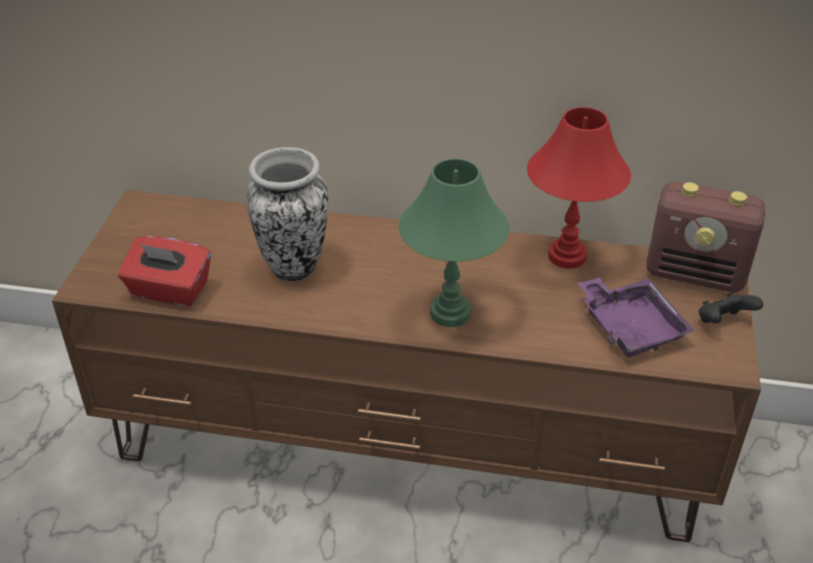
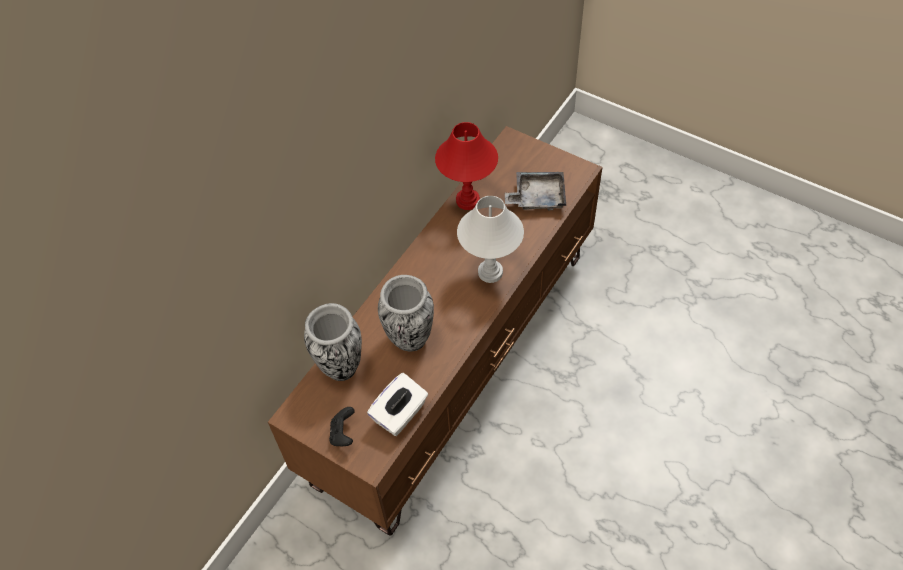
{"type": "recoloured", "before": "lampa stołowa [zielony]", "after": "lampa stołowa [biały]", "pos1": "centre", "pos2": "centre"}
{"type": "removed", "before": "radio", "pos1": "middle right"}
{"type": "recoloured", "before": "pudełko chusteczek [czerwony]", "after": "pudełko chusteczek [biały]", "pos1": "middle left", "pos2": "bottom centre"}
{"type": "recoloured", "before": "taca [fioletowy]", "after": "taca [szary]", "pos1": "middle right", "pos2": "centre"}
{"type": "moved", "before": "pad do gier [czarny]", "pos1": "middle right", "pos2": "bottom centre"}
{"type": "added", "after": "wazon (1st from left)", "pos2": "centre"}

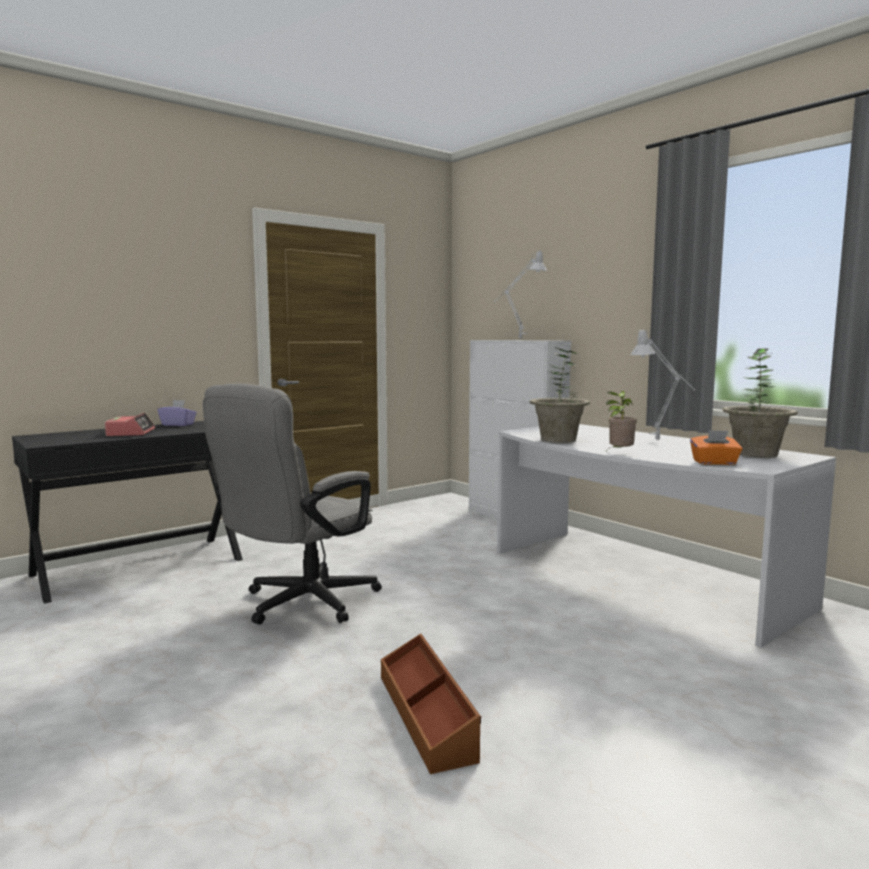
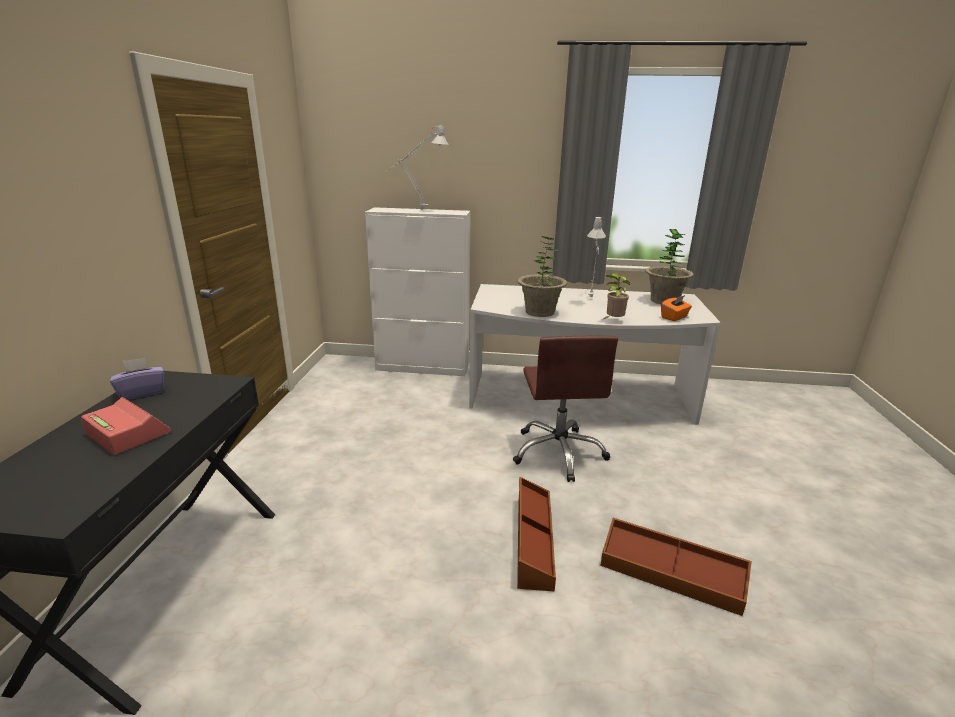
{"type": "removed", "before": "krzesło biurowe [szary]", "pos1": "centre"}
{"type": "added", "after": "krzesło biurowe [brązowy]", "pos2": "centre"}
{"type": "added", "after": "pojemnik do przechowywania [brązowy] (1st from left)", "pos2": "bottom centre"}

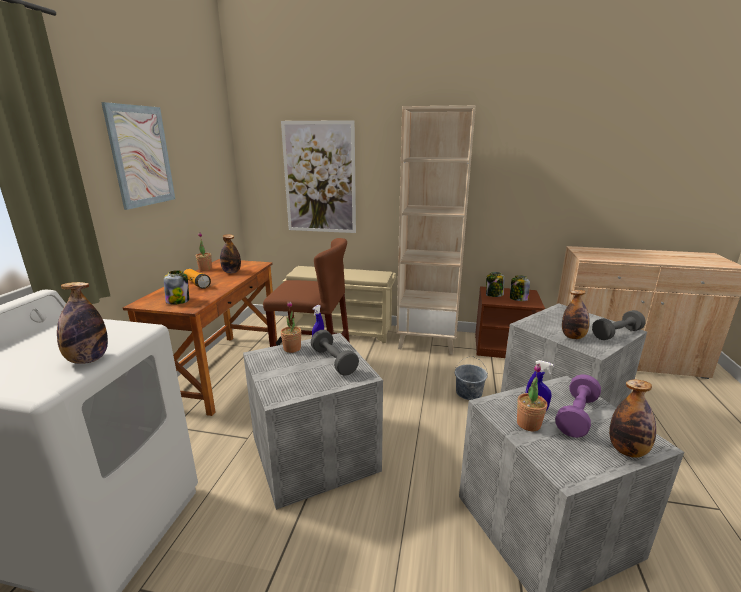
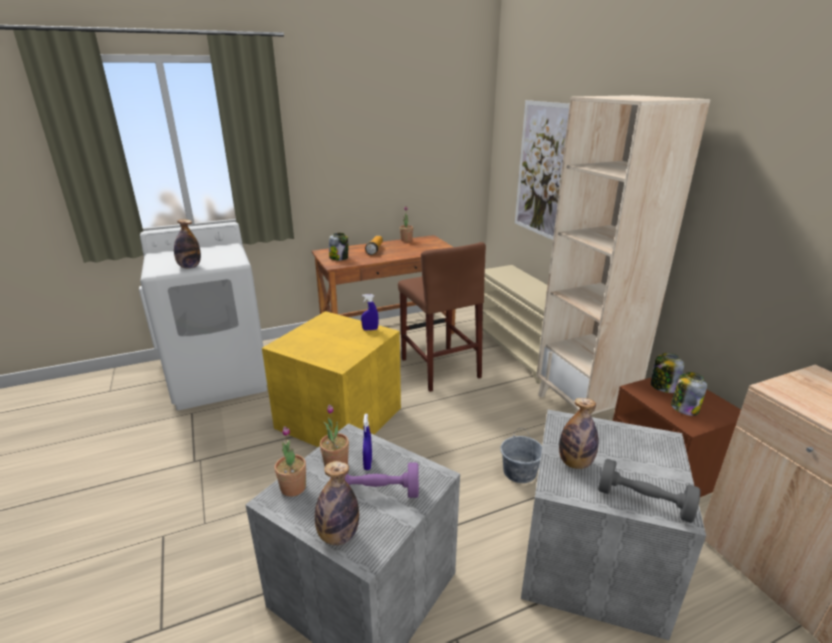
{"type": "removed", "before": "obraz (1st from left)", "pos1": "top left"}
{"type": "removed", "before": "butelka (2nd from left)", "pos1": "middle left"}
{"type": "moved", "before": "roślina doniczkowa (2nd from left in the first image)", "after": "roślina doniczkowa (1st from left)", "pos1": "centre", "pos2": "bottom centre"}
{"type": "removed", "before": "hantel [szary] (1st from left)", "pos1": "centre"}
{"type": "recoloured", "before": "pojemnik do przechowywania [szary] (1st from left)", "after": "pojemnik do przechowywania [żółty]", "pos1": "bottom centre", "pos2": "centre"}

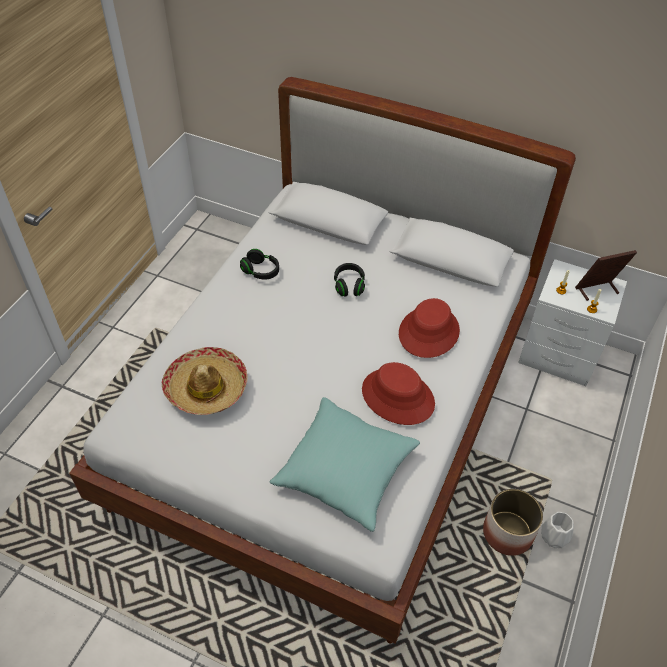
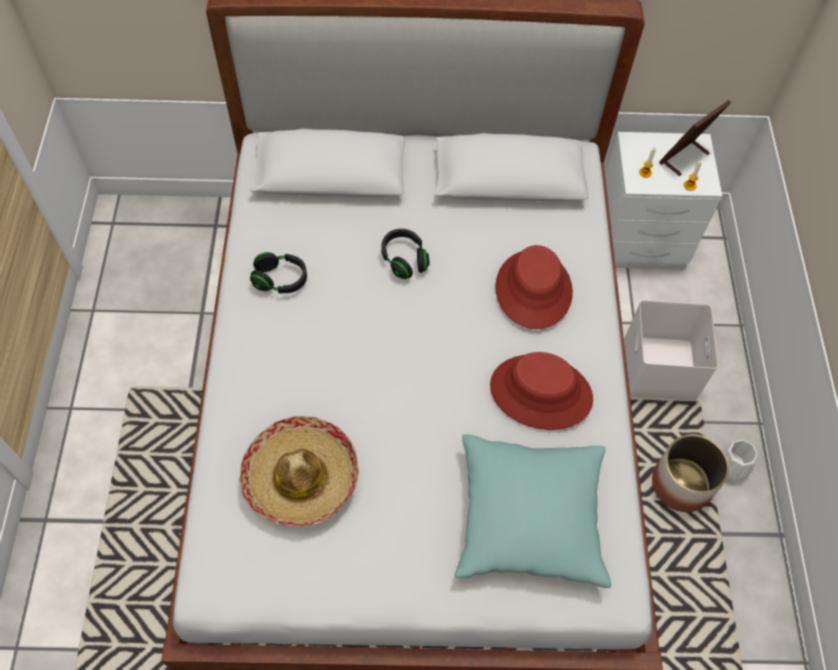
{"type": "added", "after": "pojemnik do przechowywania [biały]", "pos2": "middle right"}

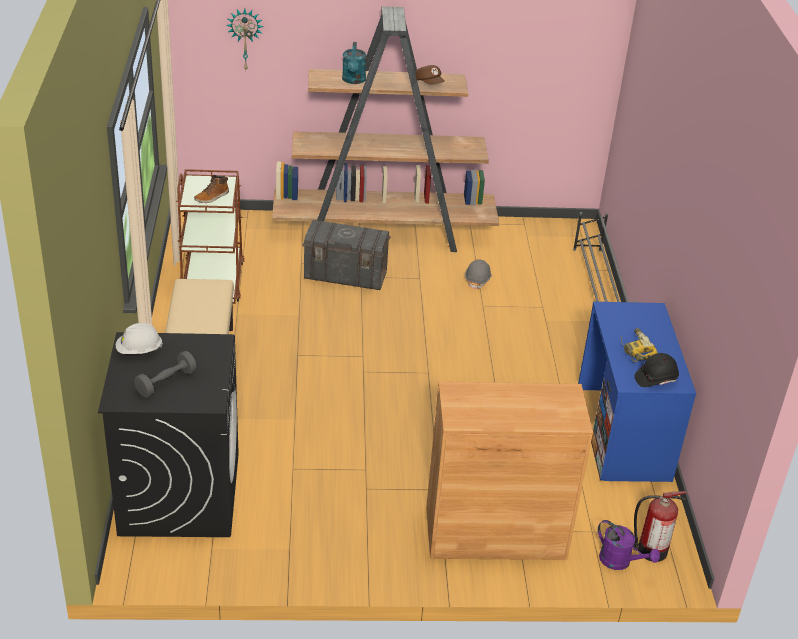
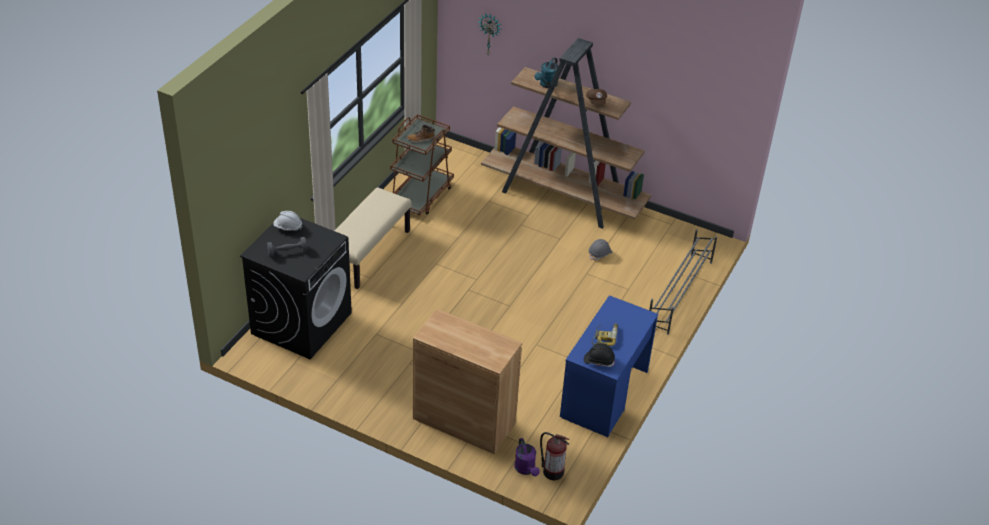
{"type": "removed", "before": "pojemnik do przechowywania [szary]", "pos1": "centre"}

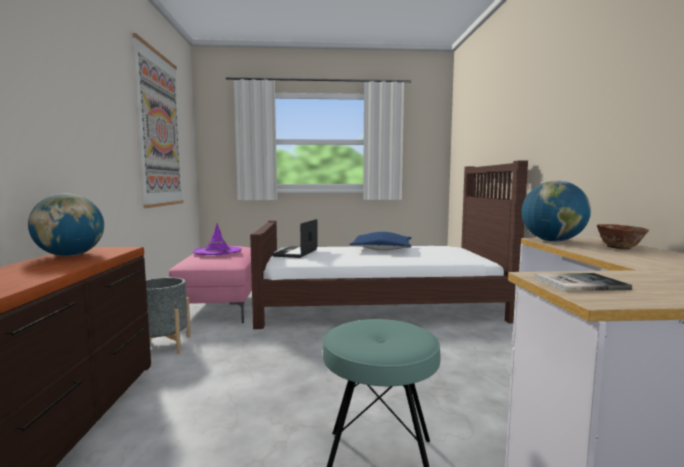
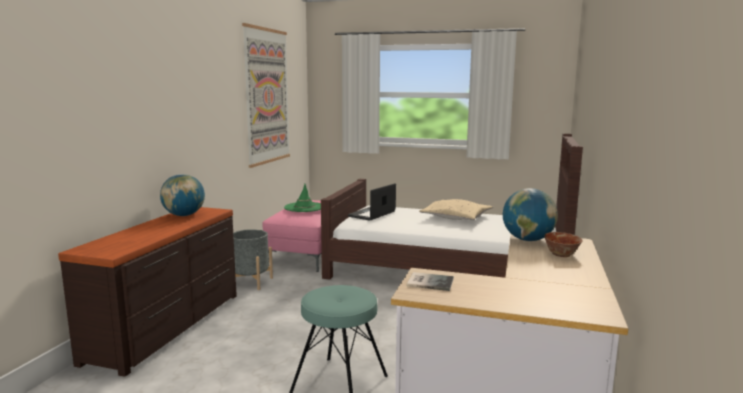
{"type": "recoloured", "before": "kapelusz [fioletowy]", "after": "kapelusz [zielony]", "pos1": "middle left", "pos2": "centre"}
{"type": "recoloured", "before": "poduszka [niebieski]", "after": "poduszka [beżowy]", "pos1": "centre", "pos2": "centre"}

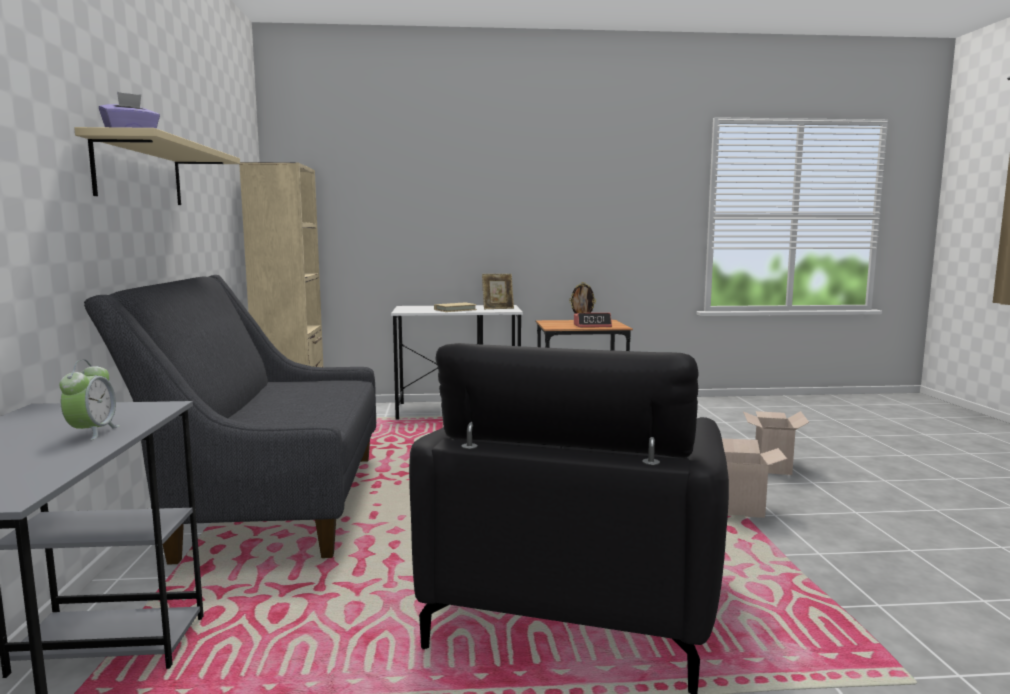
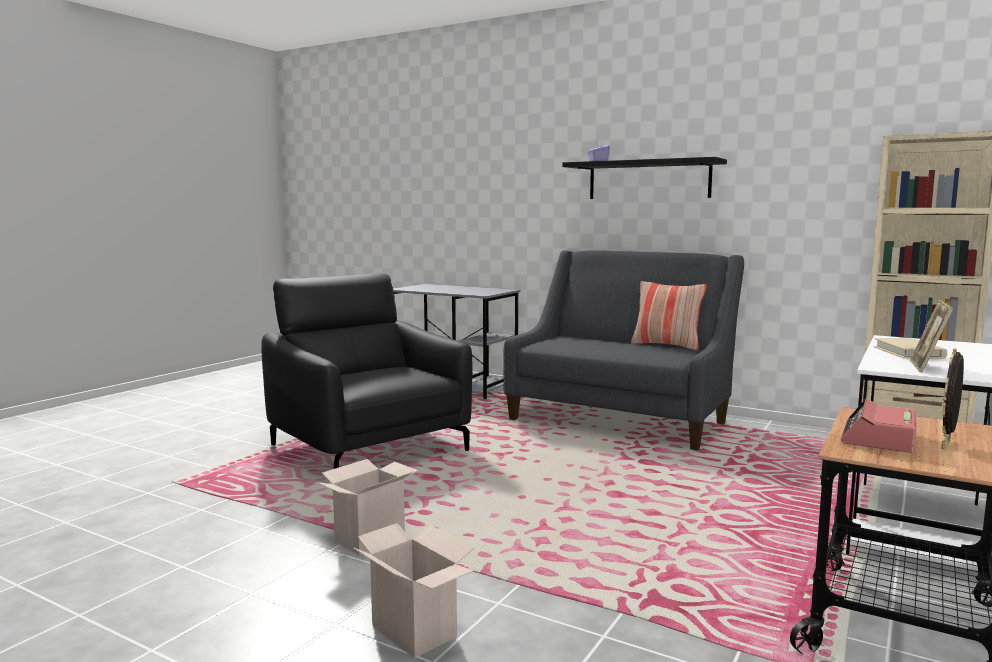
{"type": "recoloured", "before": "półka [beżowy]", "after": "półka [czarny]", "pos1": "top left", "pos2": "top centre"}
{"type": "removed", "before": "budzik (1st from left)", "pos1": "middle left"}
{"type": "added", "after": "poduszka", "pos2": "middle right"}

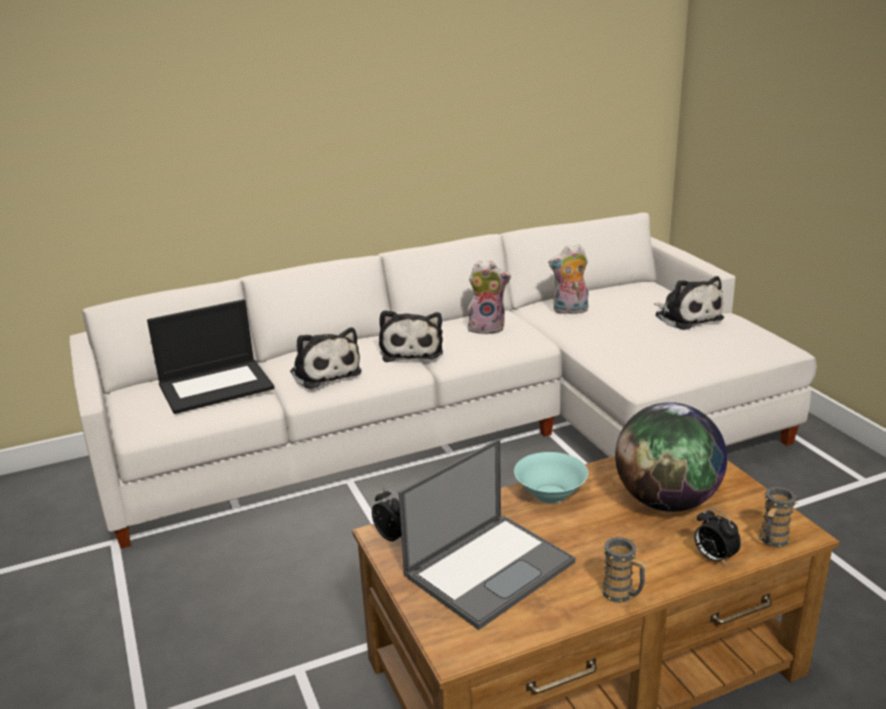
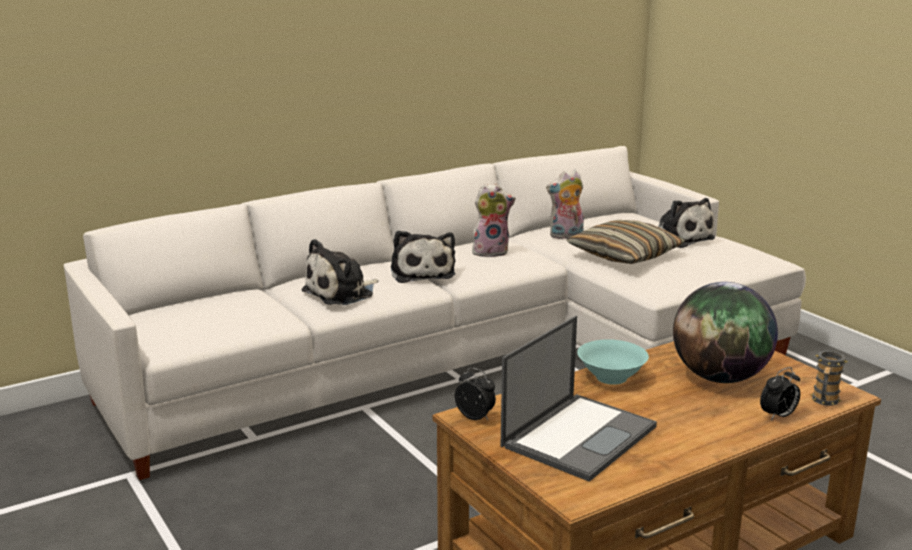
{"type": "removed", "before": "laptop (1st from left)", "pos1": "middle left"}
{"type": "turned", "before": "pluszak (1st from left)", "pos1": "centre", "pos2": "centre", "turn": 90}
{"type": "turned", "before": "budzik (2nd from left)", "pos1": "bottom right", "pos2": "bottom right", "turn": -75}
{"type": "removed", "before": "kubek (1st from left)", "pos1": "bottom right"}
{"type": "added", "after": "poduszka", "pos2": "middle right"}

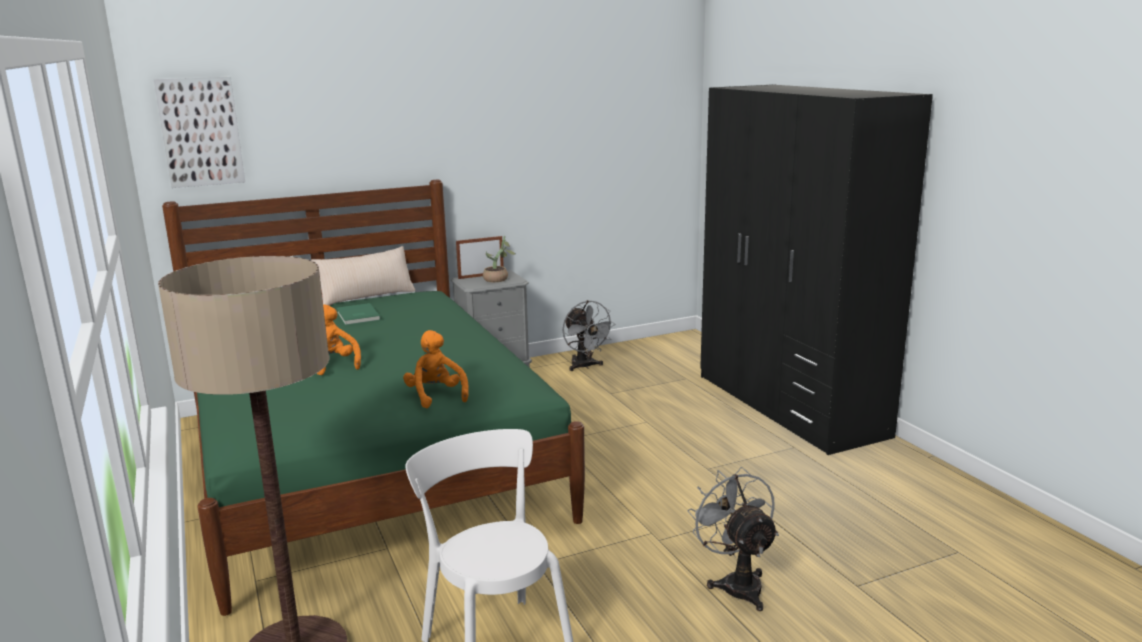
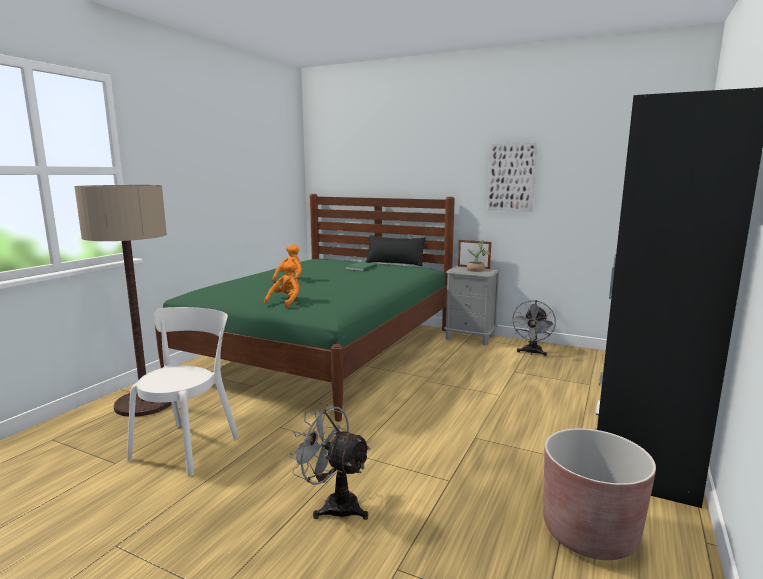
{"type": "moved", "before": "obraz", "pos1": "top left", "pos2": "top right"}
{"type": "recoloured", "before": "poduszka [beżowy]", "after": "poduszka [czarny]", "pos1": "middle left", "pos2": "centre"}
{"type": "turned", "before": "wentylator [szary] (2nd from left in the first image)", "pos1": "bottom centre", "pos2": "bottom centre", "turn": -90}
{"type": "added", "after": "donica [brązowy]", "pos2": "bottom right"}

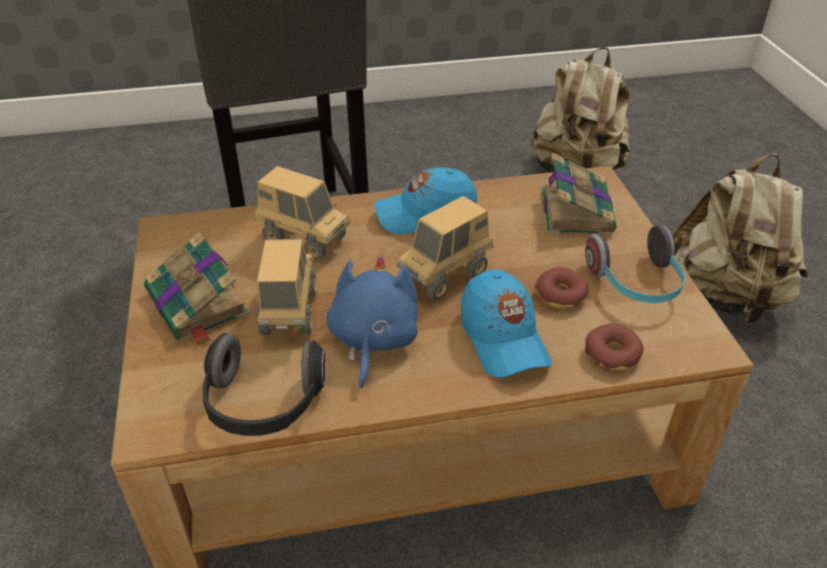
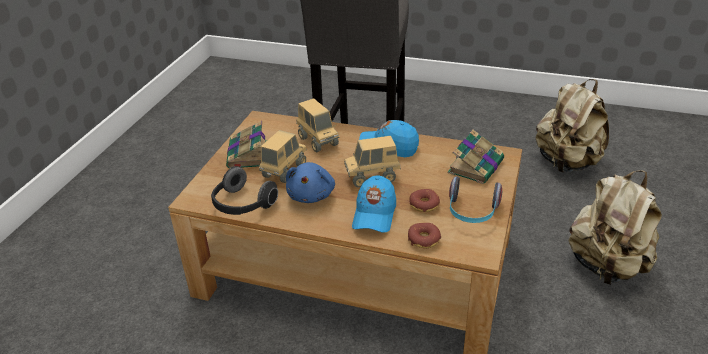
{"type": "turned", "before": "pluszak [niebieski]", "pos1": "centre", "pos2": "centre", "turn": 150}

